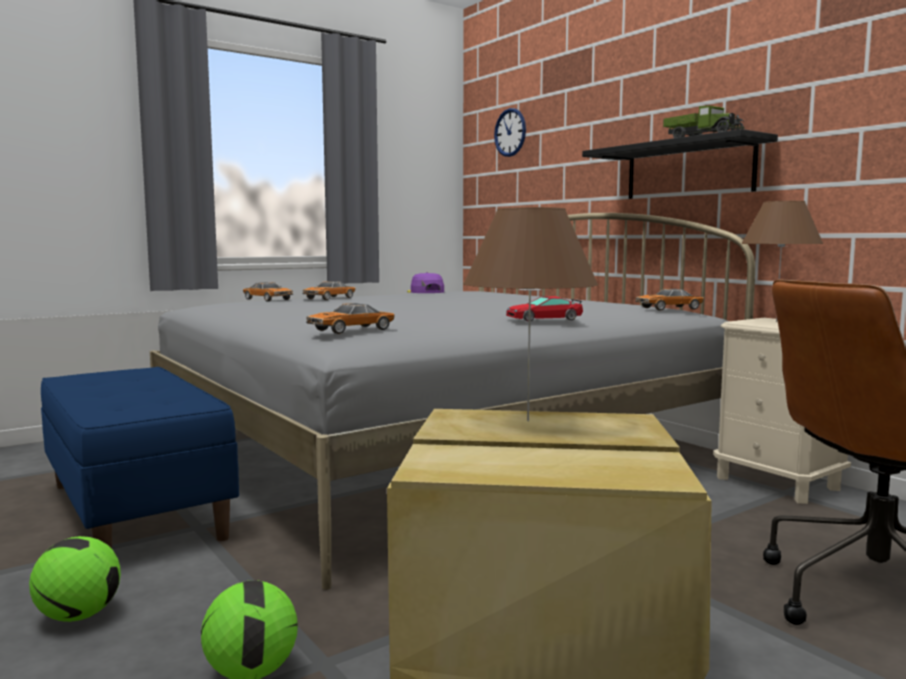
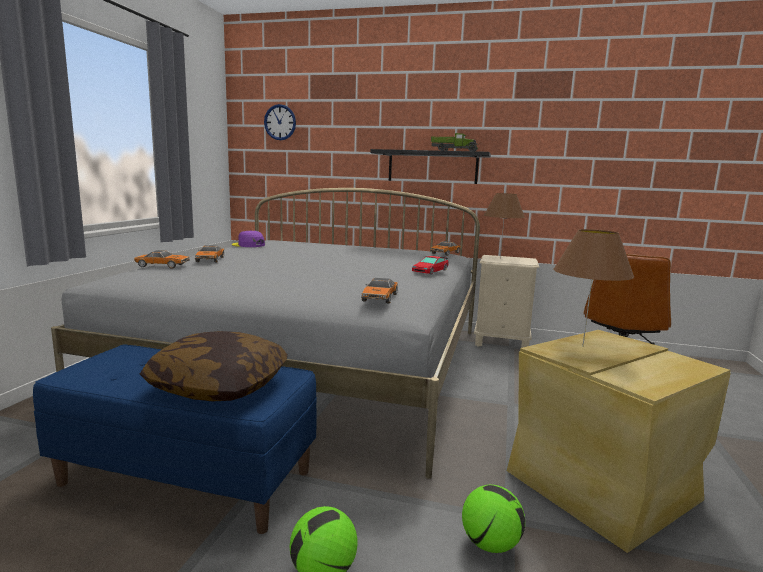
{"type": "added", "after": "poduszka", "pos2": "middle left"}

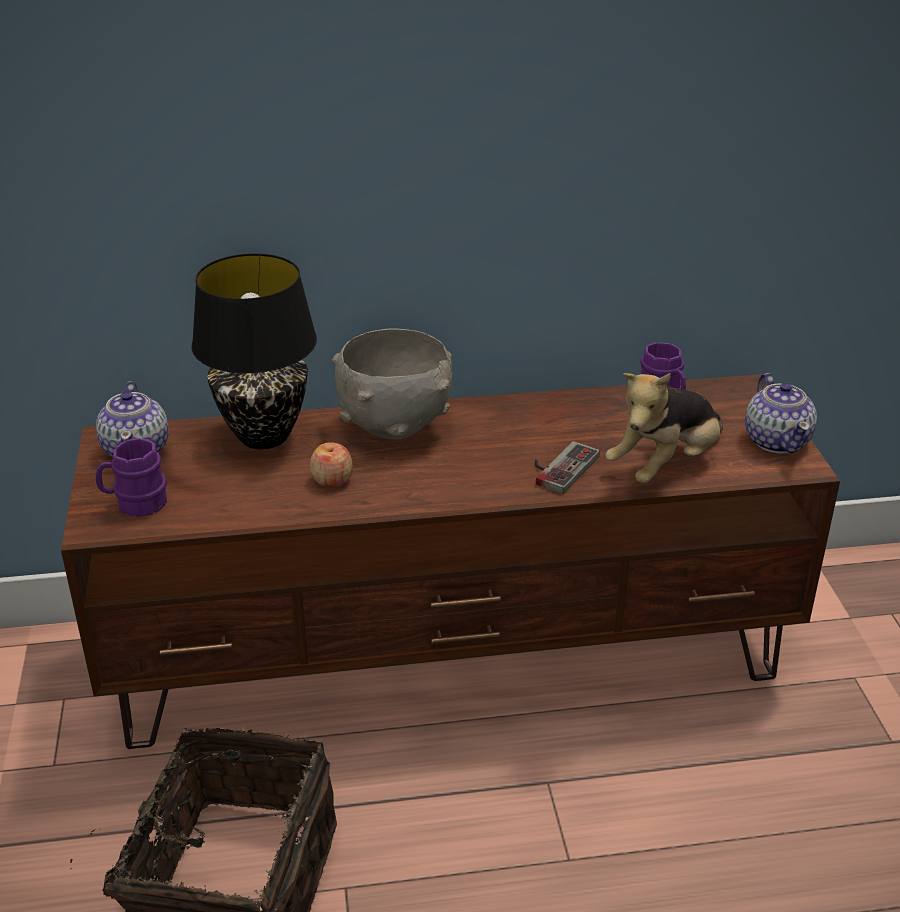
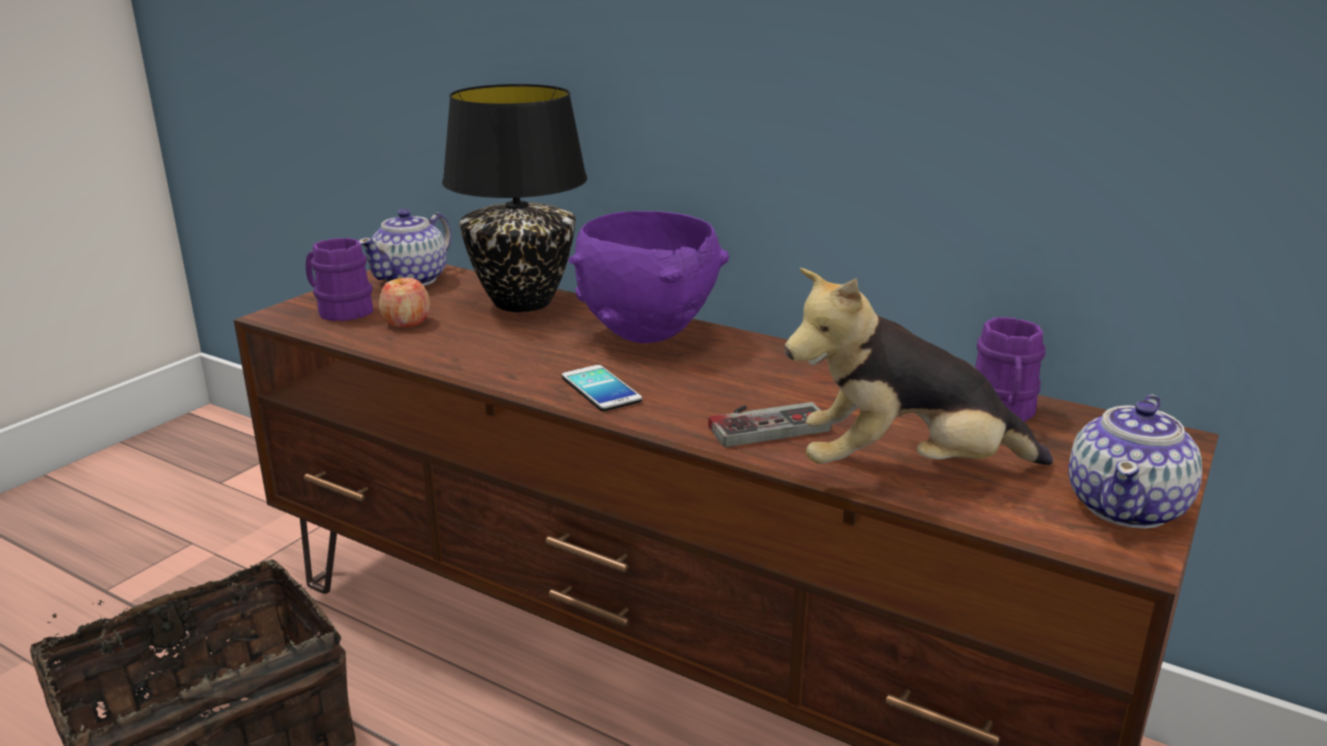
{"type": "recoloured", "before": "miska [szary]", "after": "miska [fioletowy]", "pos1": "centre", "pos2": "centre"}
{"type": "moved", "before": "jabłko", "pos1": "centre", "pos2": "middle left"}
{"type": "added", "after": "telefon", "pos2": "centre"}

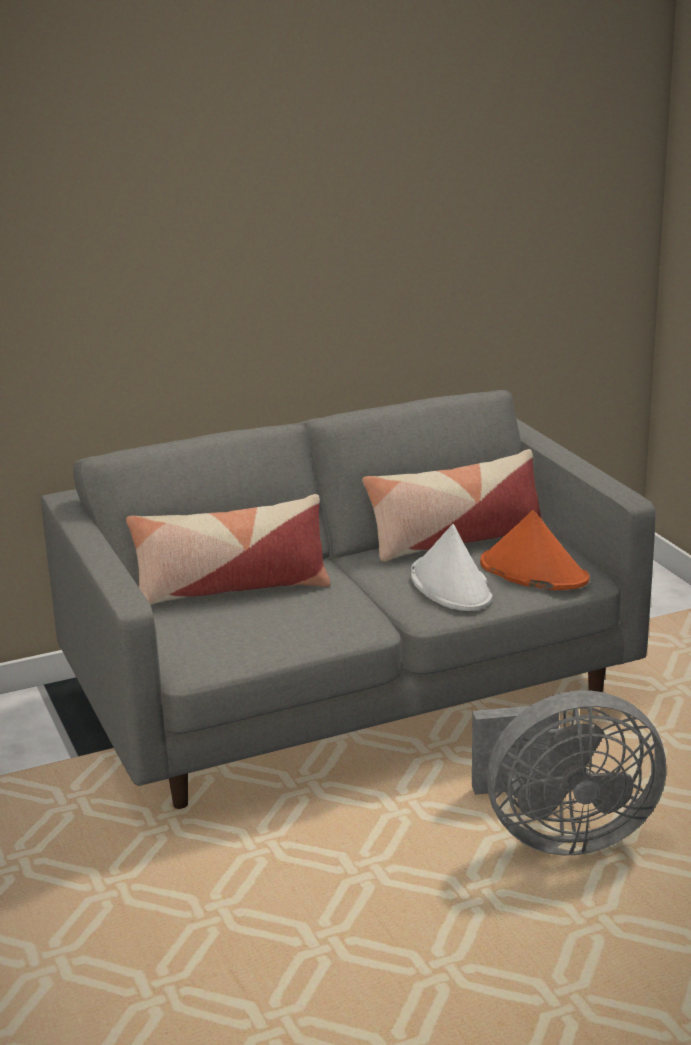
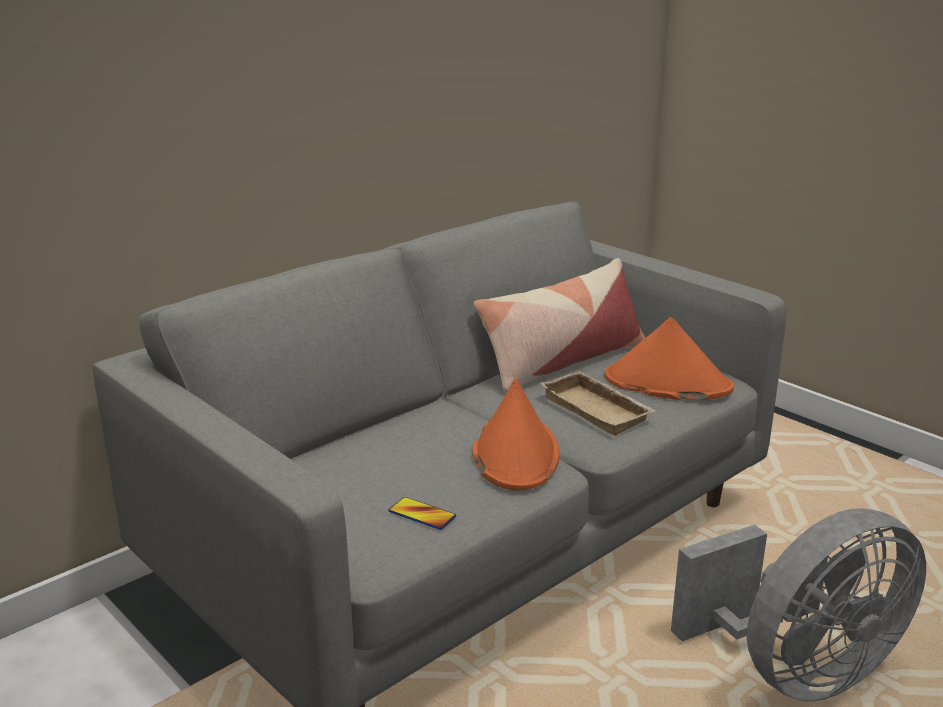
{"type": "removed", "before": "poduszka (1st from left)", "pos1": "middle left"}
{"type": "replaced", "before": "kapelusz [biały]", "after": "taca [beżowy]", "pos1": "centre", "pos2": "centre"}
{"type": "added", "after": "kapelusz [pomarańczowy] (1st from left)", "pos2": "centre"}
{"type": "added", "after": "telefon", "pos2": "bottom centre"}

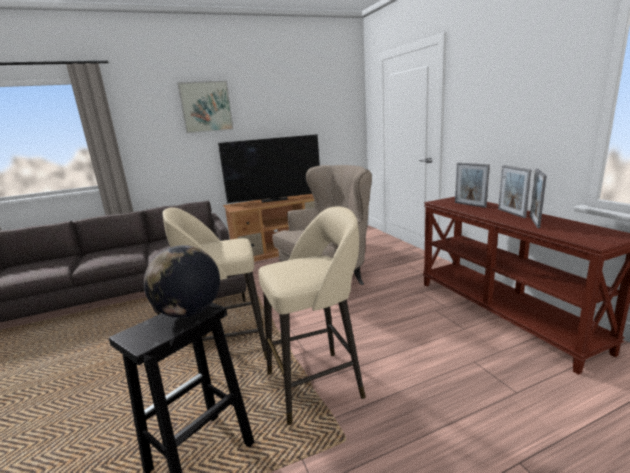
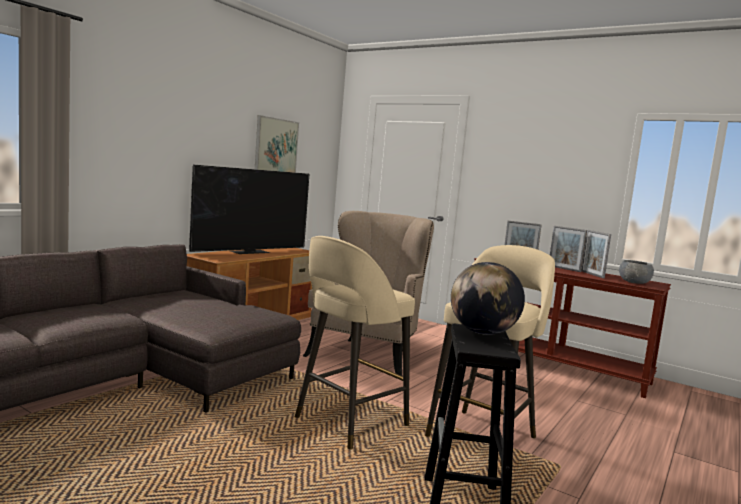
{"type": "moved", "before": "obraz", "pos1": "top left", "pos2": "top centre"}
{"type": "added", "after": "miska [szary]", "pos2": "middle right"}

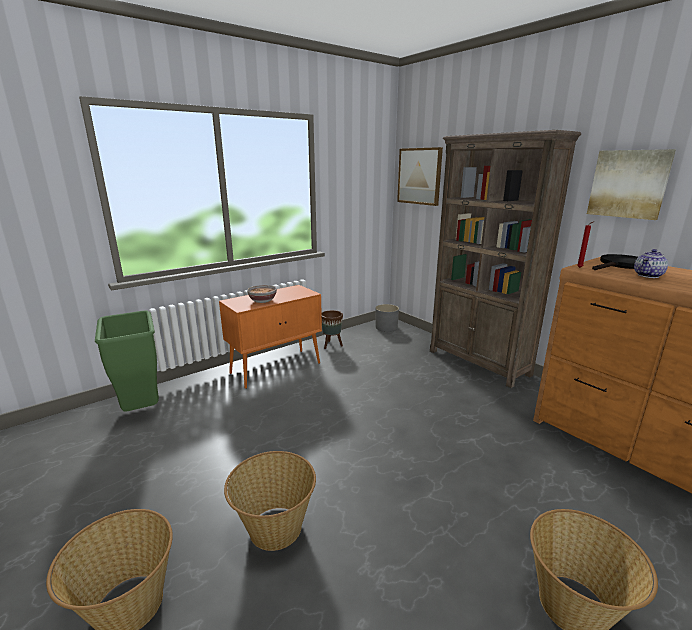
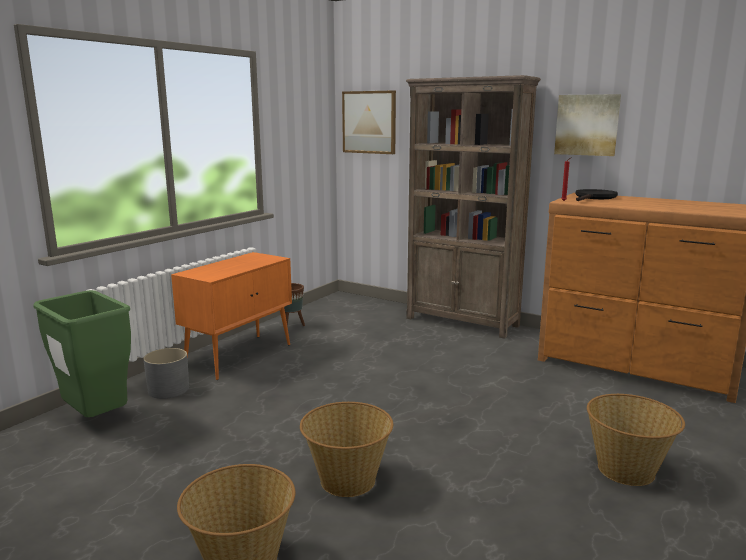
{"type": "removed", "before": "imbryk", "pos1": "middle right"}
{"type": "removed", "before": "miska", "pos1": "centre"}
{"type": "moved", "before": "donica [szary]", "pos1": "centre", "pos2": "middle left"}

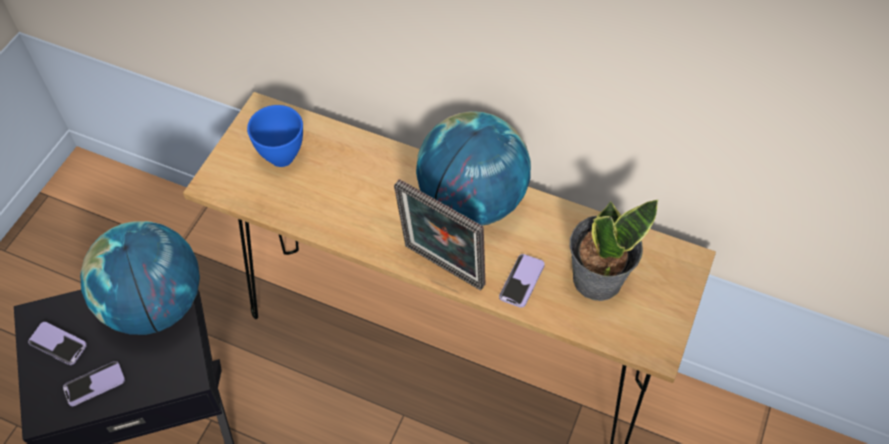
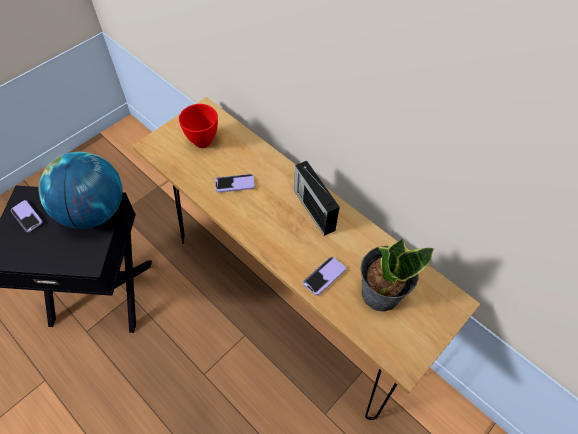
{"type": "recoloured", "before": "miska [niebieski]", "after": "miska [czerwony]", "pos1": "top left", "pos2": "top centre"}
{"type": "replaced", "before": "globus (2nd from left)", "after": "radio", "pos1": "centre", "pos2": "centre"}
{"type": "removed", "before": "ramka na zdjęcie", "pos1": "centre"}
{"type": "moved", "before": "telefon (2nd from left)", "pos1": "bottom left", "pos2": "centre"}

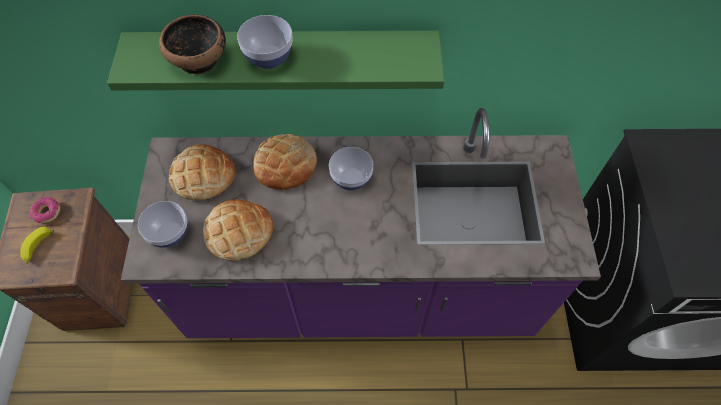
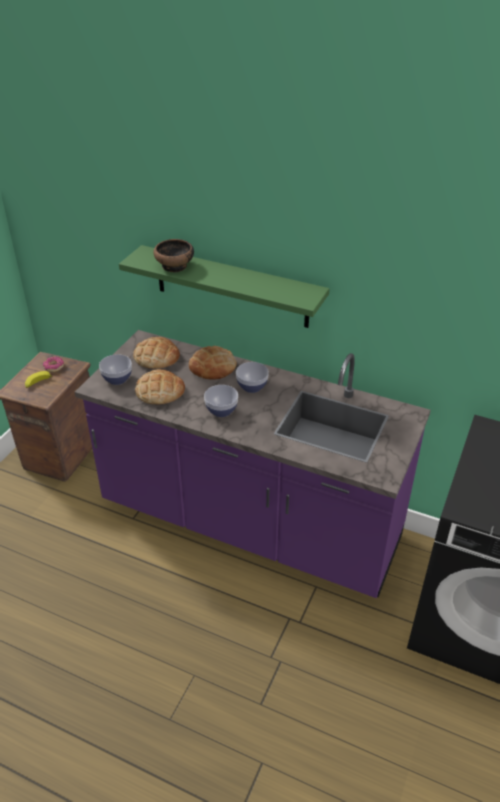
{"type": "moved", "before": "miska (3rd from left)", "pos1": "top centre", "pos2": "centre"}

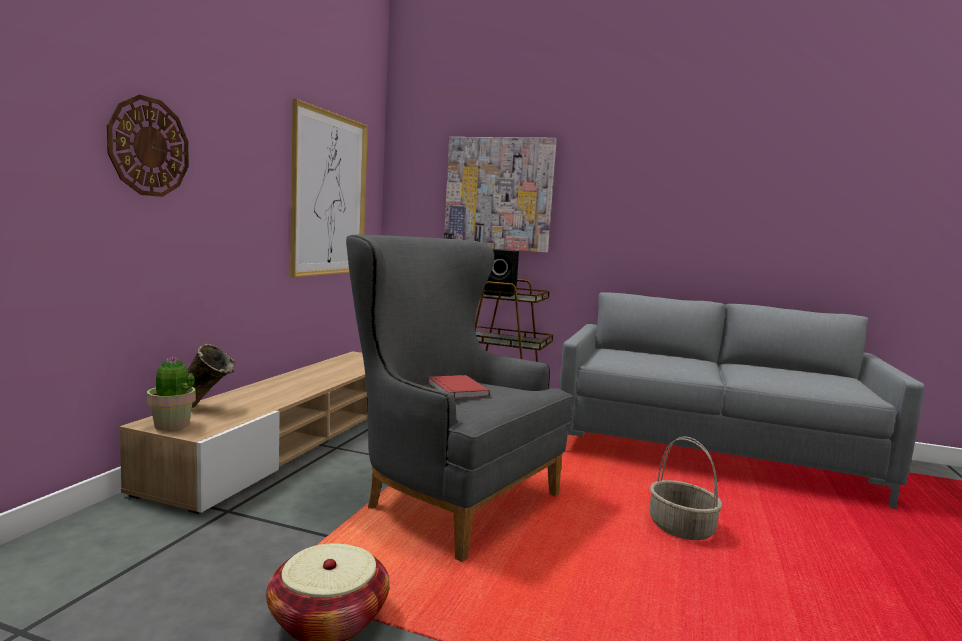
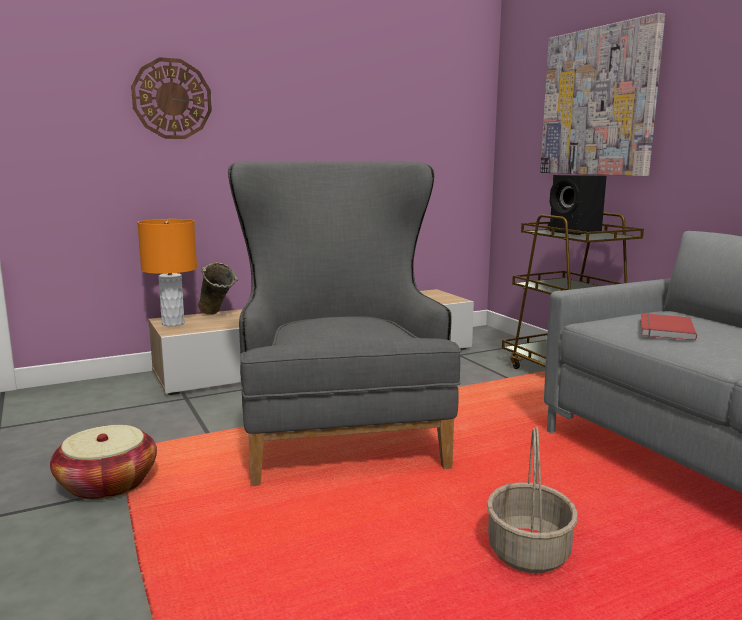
{"type": "removed", "before": "obraz (1st from left)", "pos1": "top centre"}
{"type": "replaced", "before": "roślina doniczkowa", "after": "lampa stołowa [pomarańczowy]", "pos1": "middle left", "pos2": "middle left"}
{"type": "moved", "before": "książka [czerwony]", "pos1": "centre", "pos2": "middle right"}

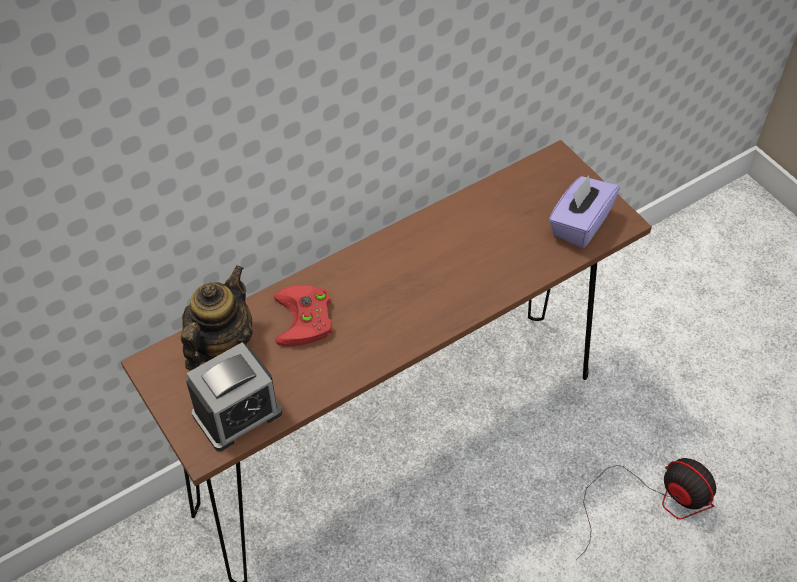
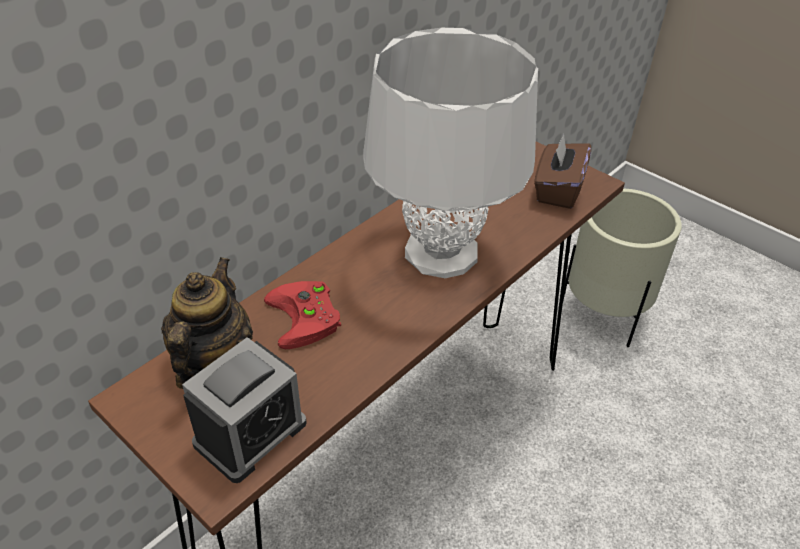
{"type": "recoloured", "before": "pudełko chusteczek [fioletowy]", "after": "pudełko chusteczek [brązowy]", "pos1": "middle right", "pos2": "top right"}
{"type": "removed", "before": "wentylator", "pos1": "bottom right"}
{"type": "added", "after": "lampa stołowa [biały]", "pos2": "top centre"}
{"type": "added", "after": "donica [beżowy]", "pos2": "middle right"}

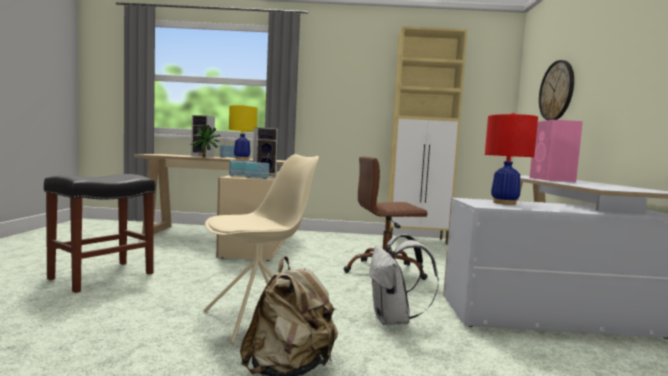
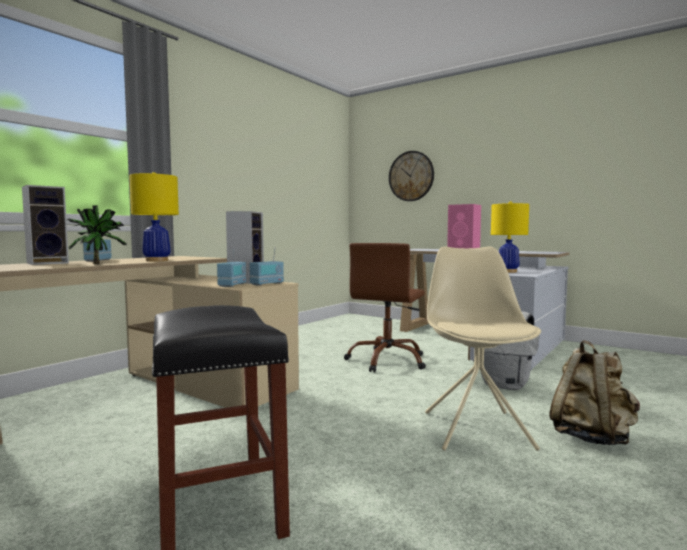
{"type": "removed", "before": "szafka [beżowy]", "pos1": "centre"}
{"type": "recoloured", "before": "lampa stołowa [czerwony]", "after": "lampa stołowa [żółty] (2nd from left)", "pos1": "middle right", "pos2": "middle right"}

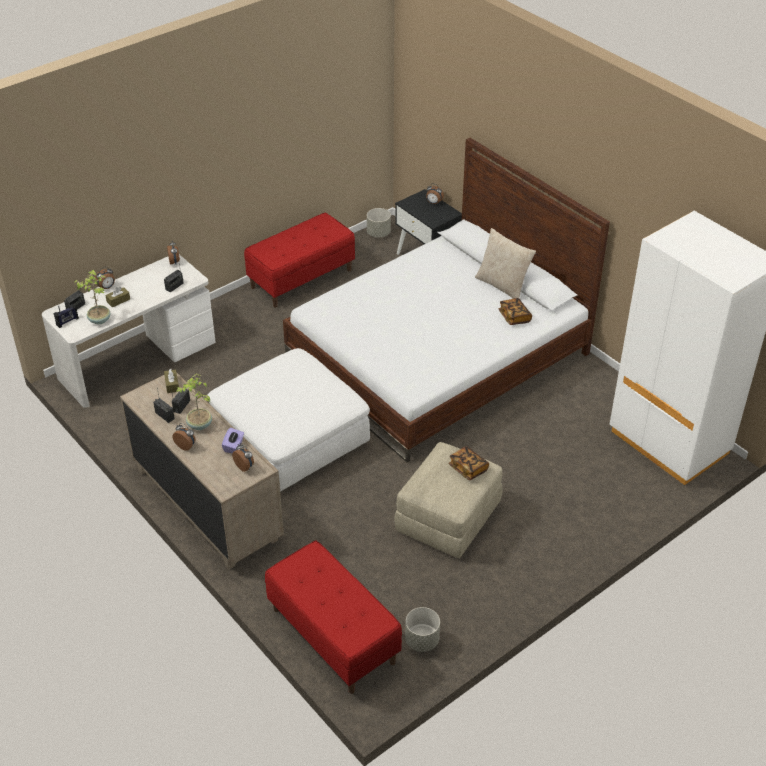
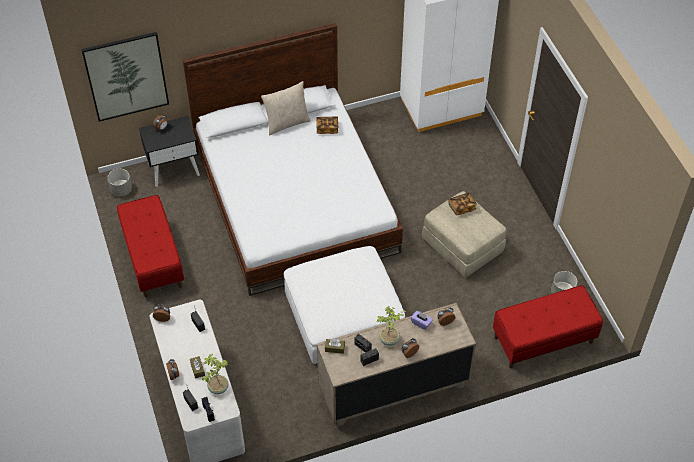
{"type": "added", "after": "obraz", "pos2": "top left"}

